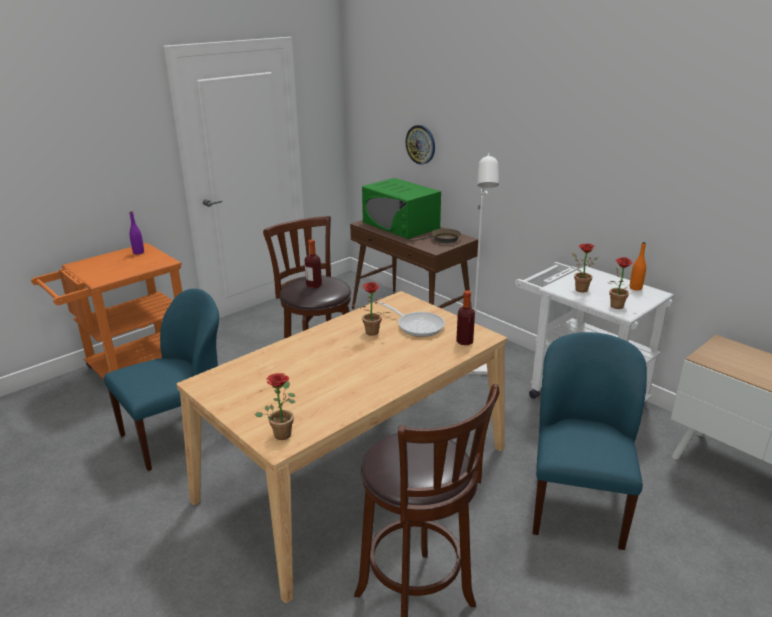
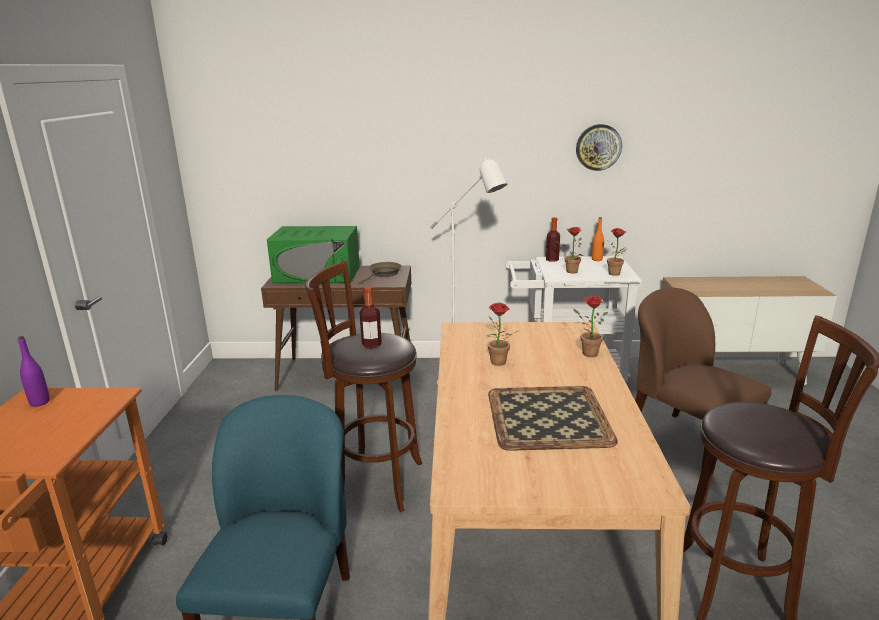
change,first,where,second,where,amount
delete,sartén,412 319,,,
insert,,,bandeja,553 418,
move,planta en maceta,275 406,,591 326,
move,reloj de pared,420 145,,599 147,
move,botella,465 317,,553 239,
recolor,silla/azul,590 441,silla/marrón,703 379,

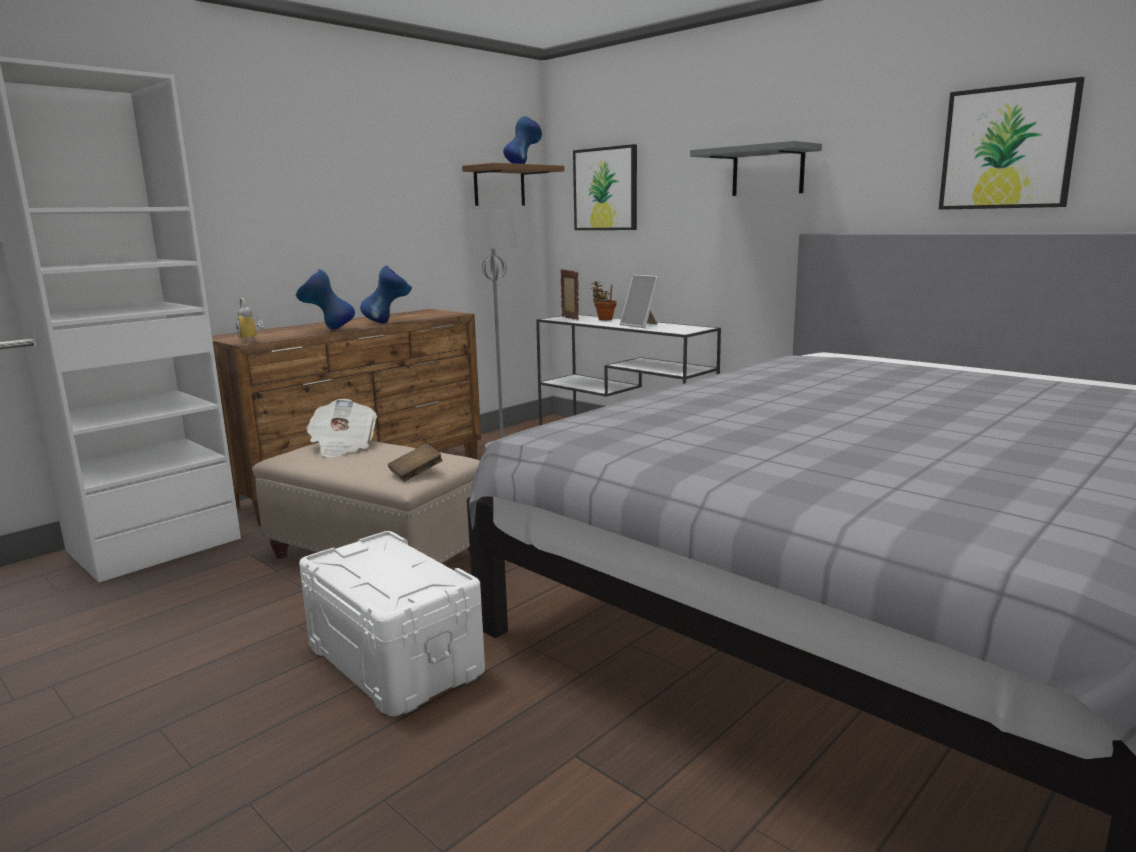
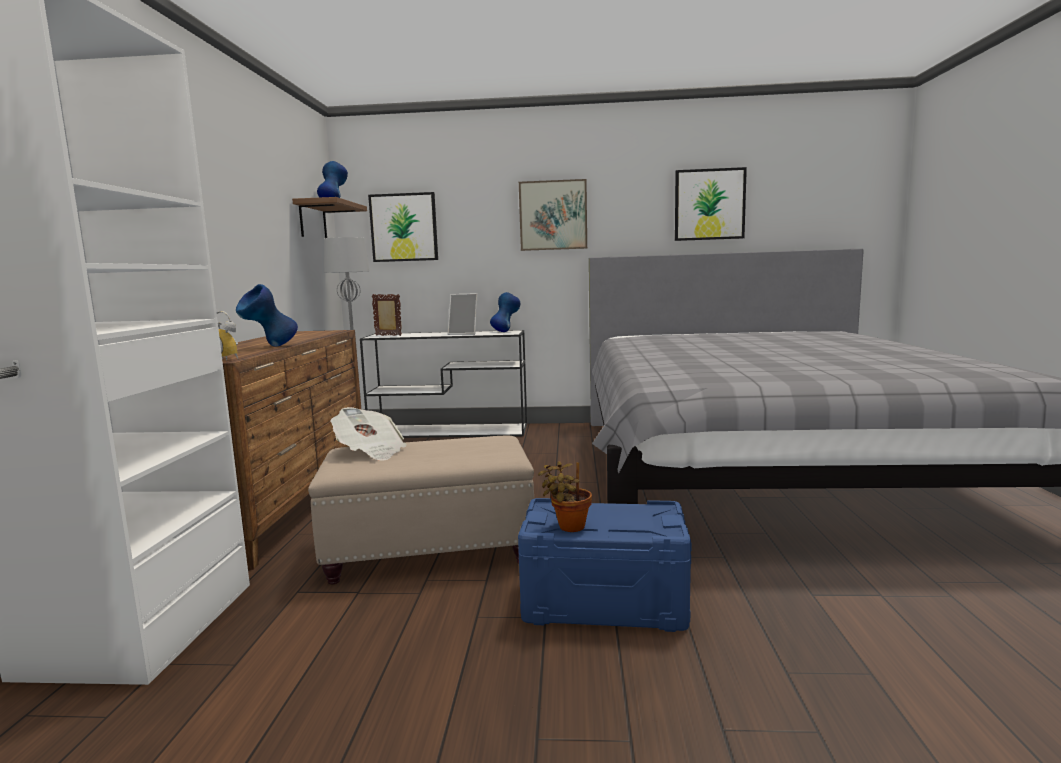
change,first,where,second,where,amount
delete,libro/marrón,415 462,,,
move,florero/azul,386 294,,505 312,
move,planta en maceta,604 300,,565 496,
replace,estante/gris,756 168,cuadro,553 215,
recolor,caja de almacenaje/blanco,392 623,caja de almacenaje/azul,605 565,

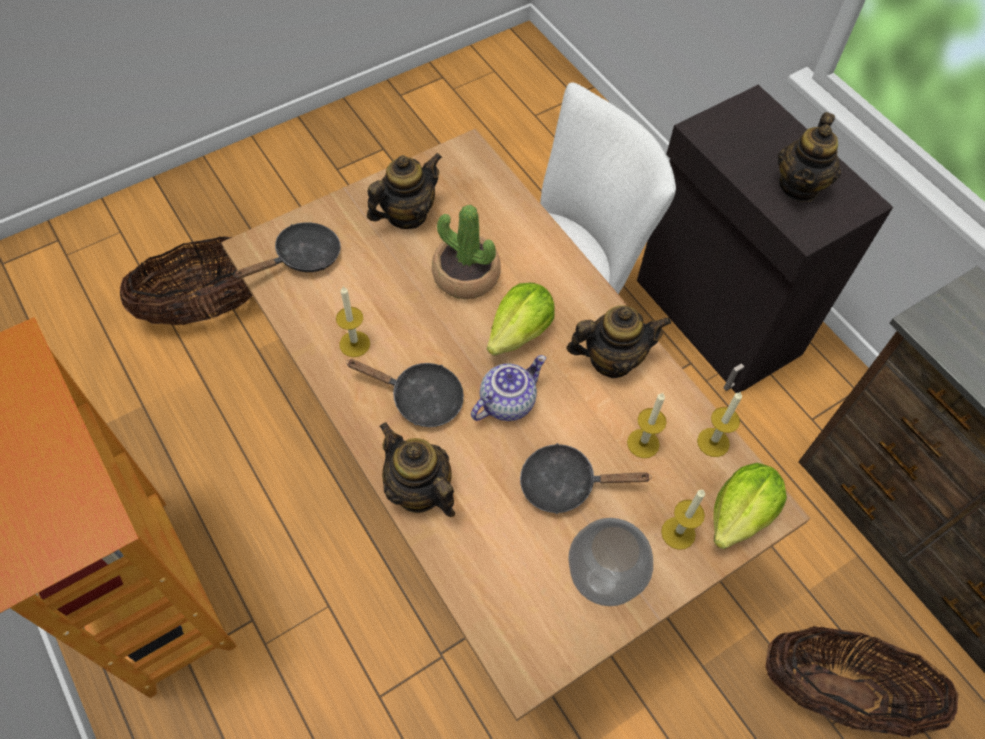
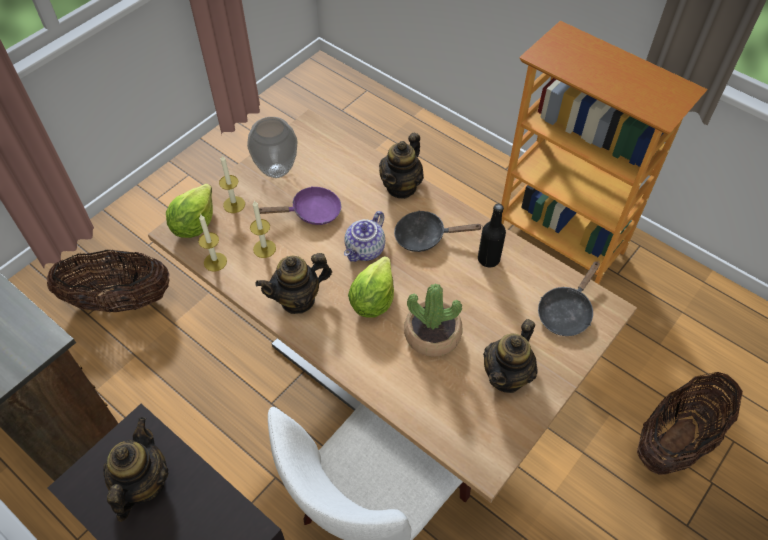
change,first,where,second,where,amount
replace,vela,353 321,botella/negro,492 236,
recolor,sartén/negro,586 478,sartén/morado,300 205,
rotate,tetera,417 469,,401 166,90 degrees clockwise

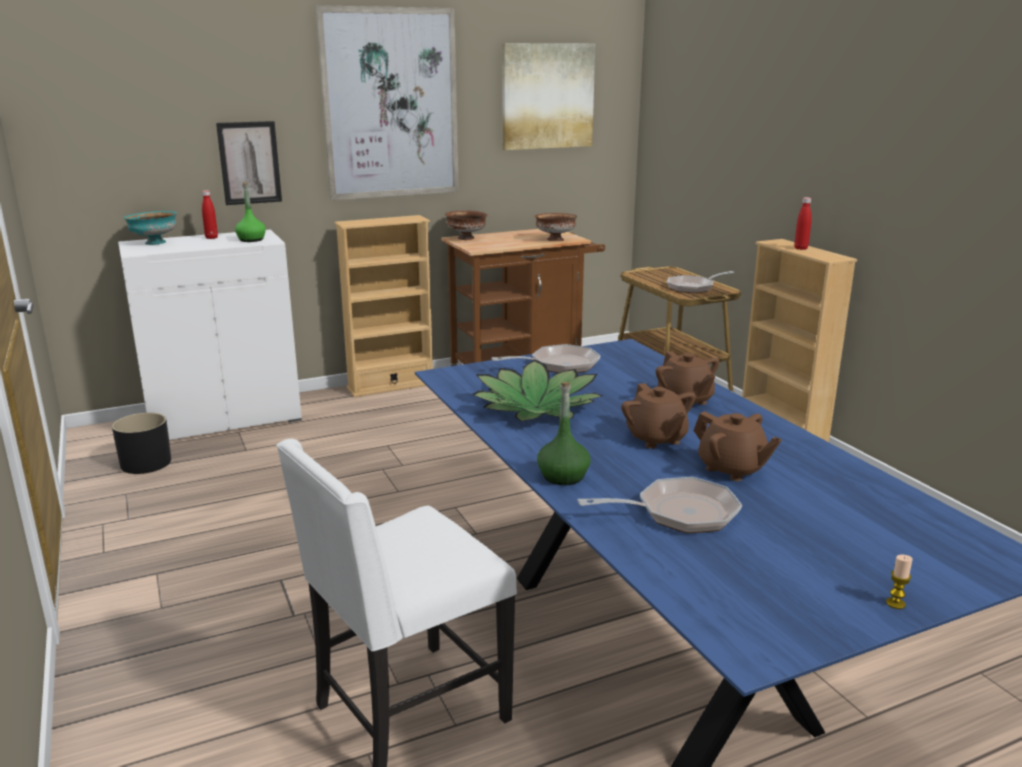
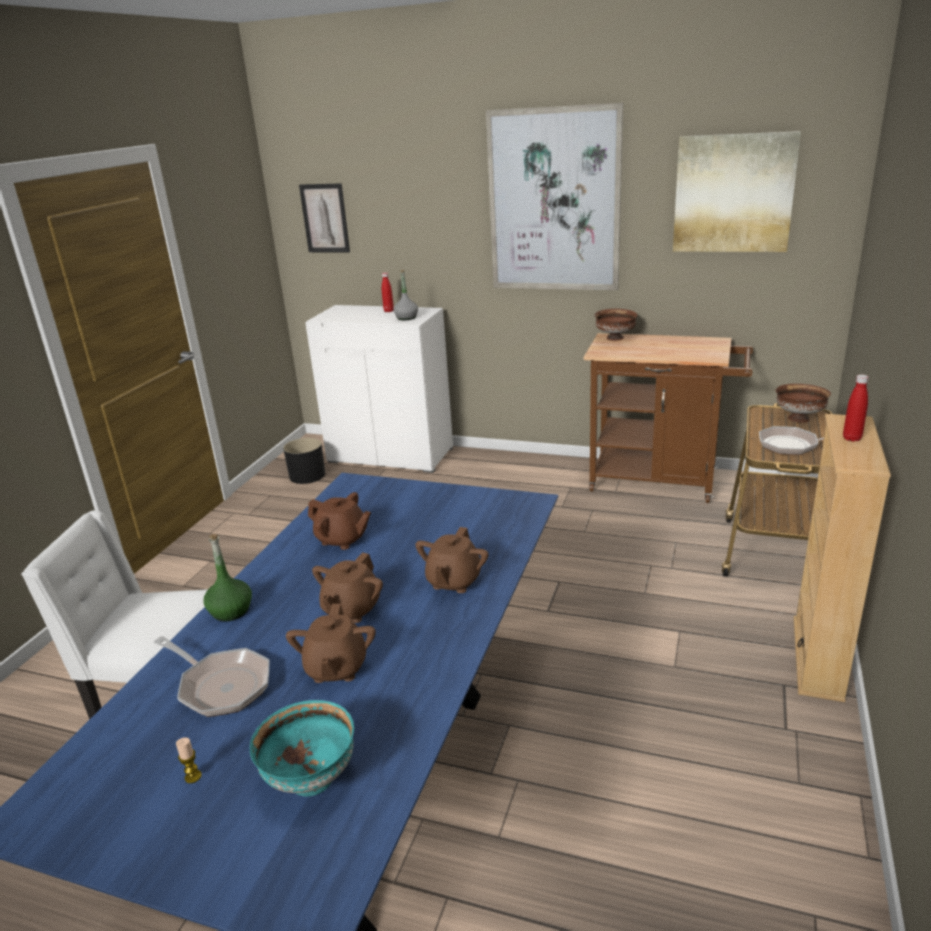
change,first,where,second,where,amount
delete,estantería/beis,383 306,,,
delete,sartén,545 358,,,
move,cuenco/turquesa,150 228,,302 748,
move,cuadro,249 163,,324 218,
move,cuenco/marrón,556 227,,803 403,
move,vela,899 582,,189 760,
replace,planta en maceta,537 390,tetera/marrón,339 521,
recolor,botella/verde,250 212,botella/gris,406 295,

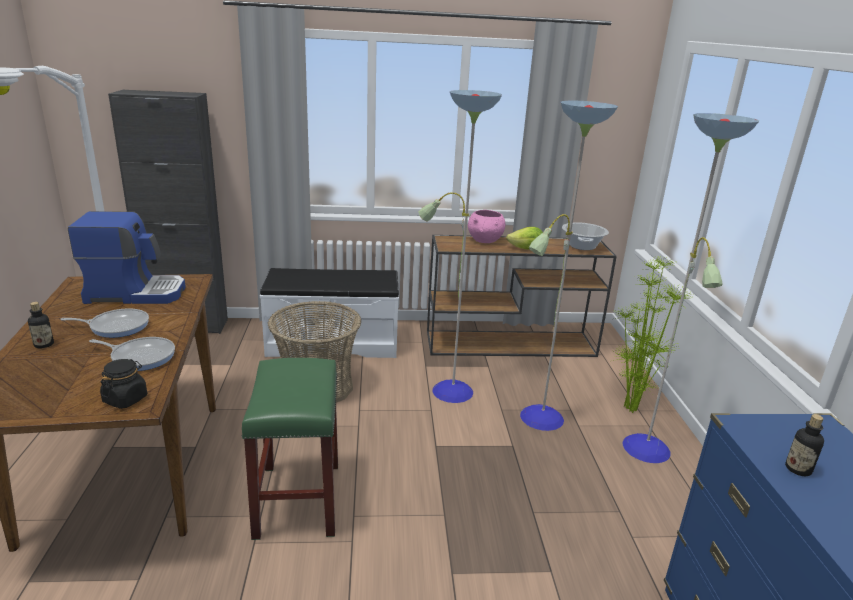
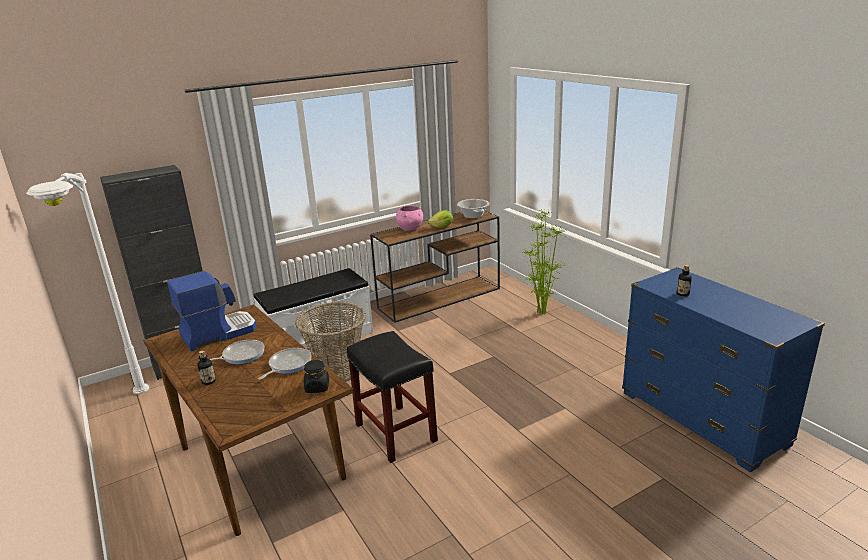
change,first,where,second,where,amount
delete,lámpara de pie,588 276,,,
recolor,taburete/verde,290 449,taburete/negro,392 397,
rotate,sartén,132 354,,285 364,45 degrees counterclockwise

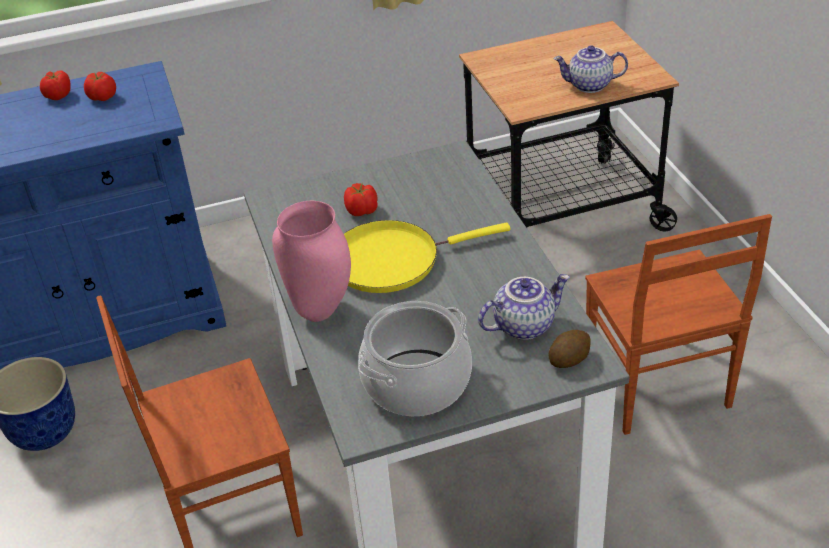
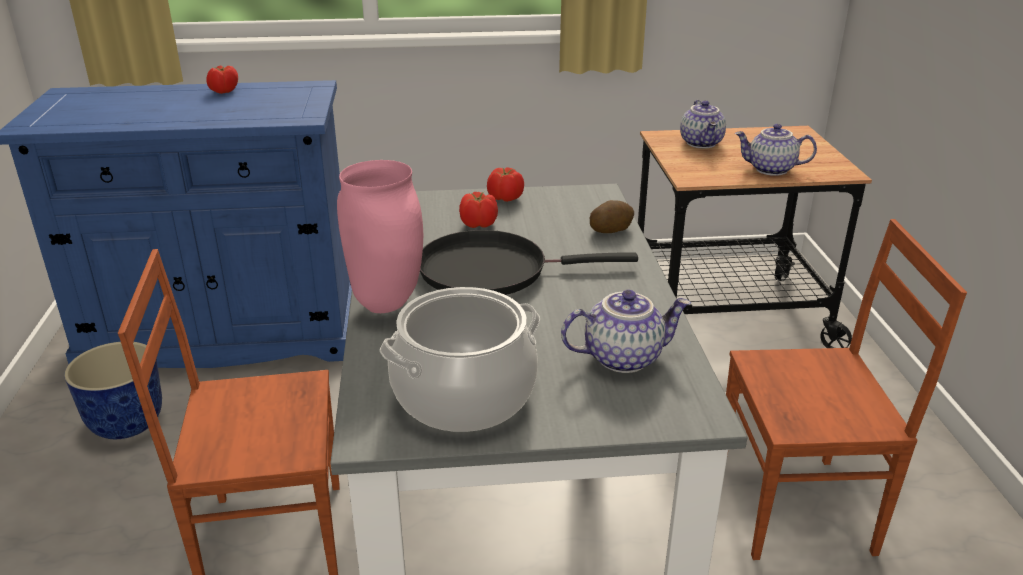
change,first,where,second,where,amount
insert,,,tetera,703 124,
move,tomate,100 86,,505 184,
move,patata,569 349,,612 216,
recolor,sartén/amarillo,427 256,sartén/negro,529 262,
rotate,silla/marrón,678 324,,846 389,90 degrees counterclockwise

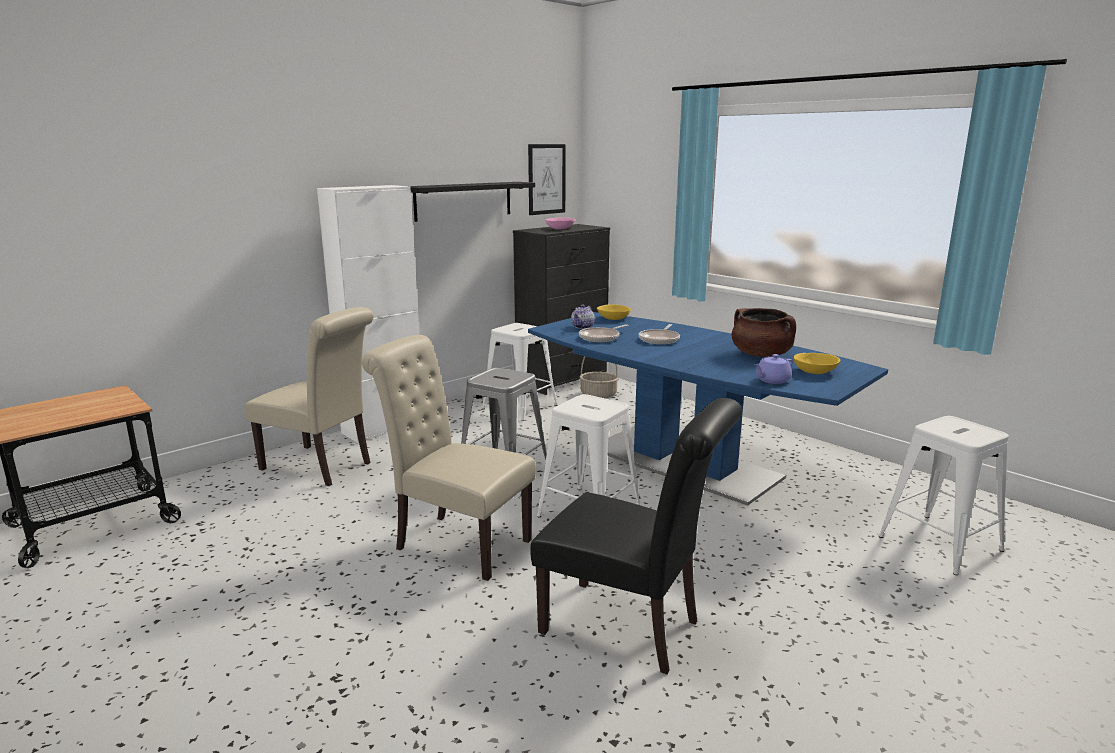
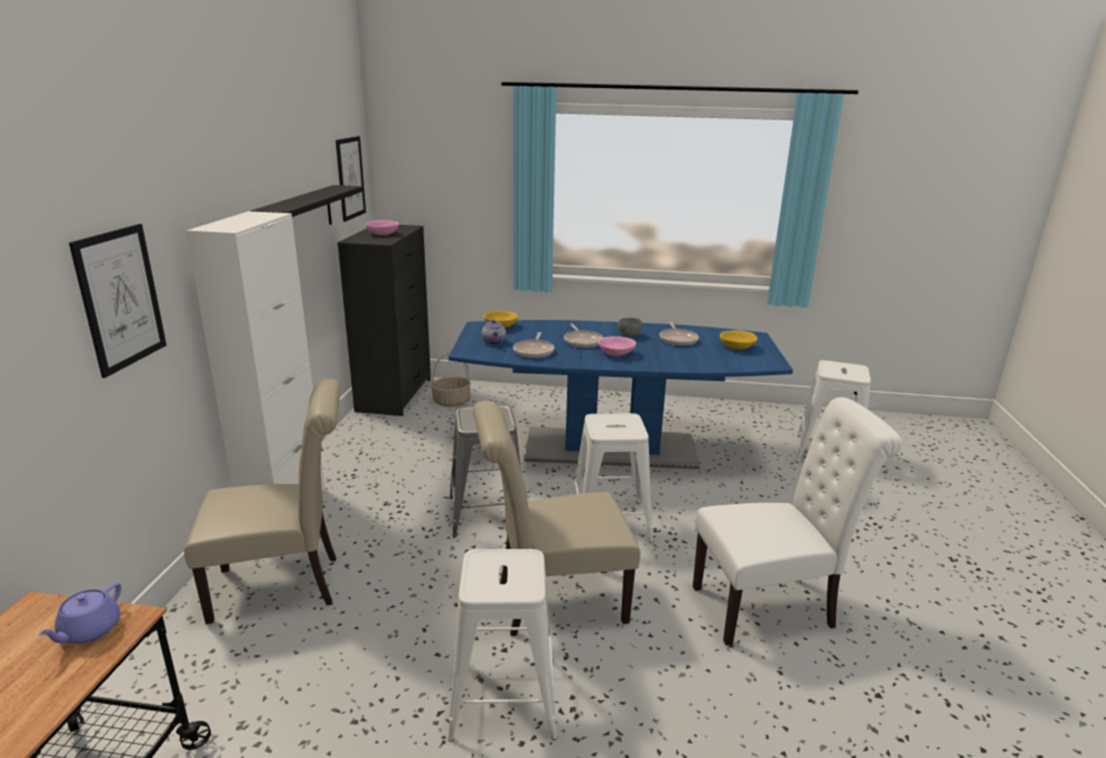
change,first,where,second,where,amount
insert,,,cuadro,118 301,
insert,,,cuenco/rosa,617 346,
insert,,,cuenco/gris,630 327,
move,taburete/blanco,519 372,,502 645,
move,tetera/morado,773 369,,79 613,
replace,olla/marrón,764 332,sartén,679 334,
recolor,silla/negro,636 536,silla/blanco,798 521,

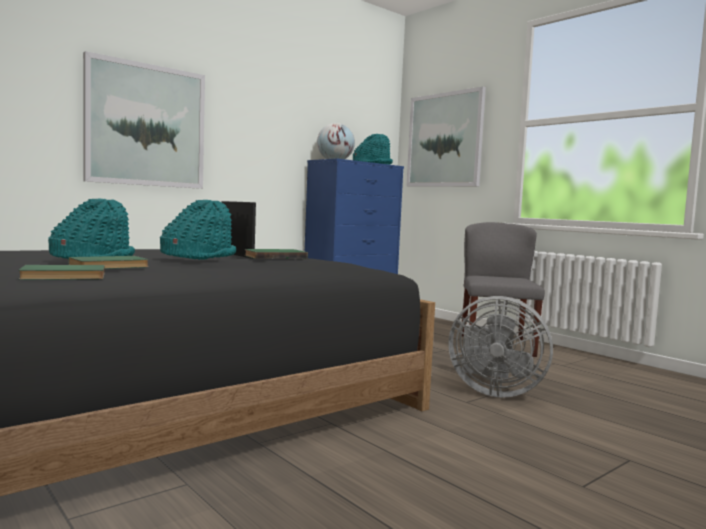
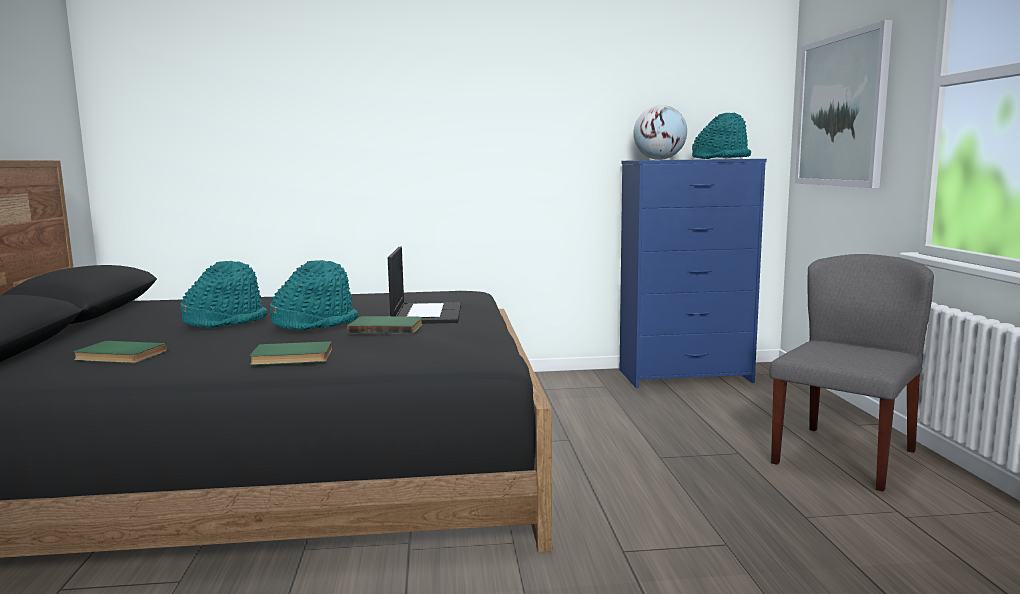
change,first,where,second,where,amount
delete,cuadro,144 120,,,
delete,ventilador/gris,500 347,,,
move,libro/verde,108 262,,290 353,

